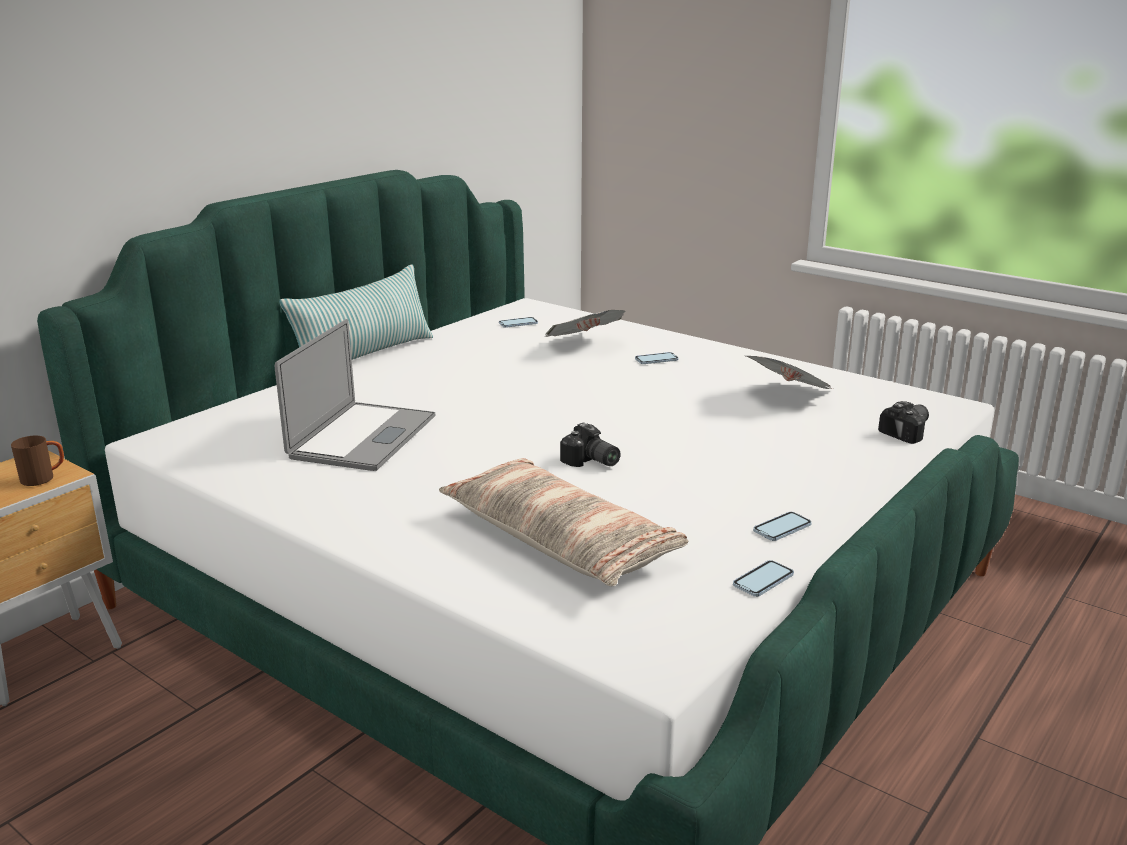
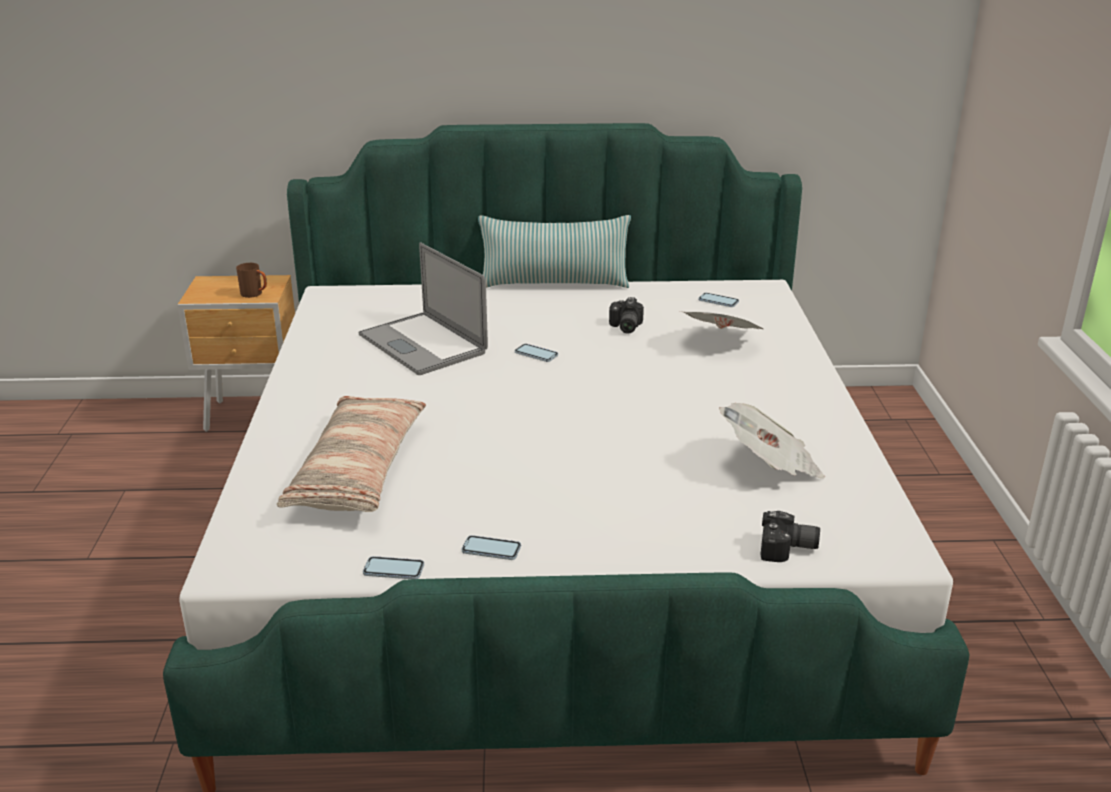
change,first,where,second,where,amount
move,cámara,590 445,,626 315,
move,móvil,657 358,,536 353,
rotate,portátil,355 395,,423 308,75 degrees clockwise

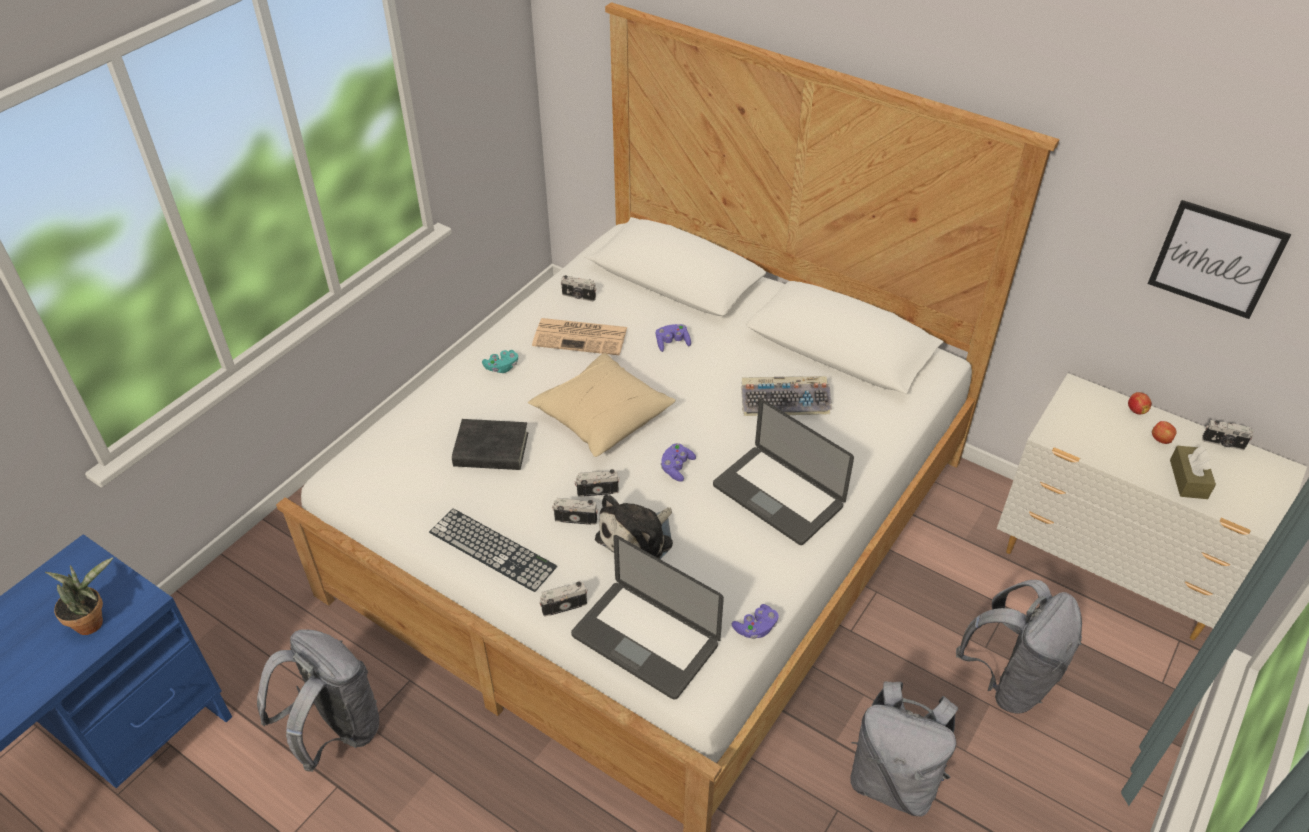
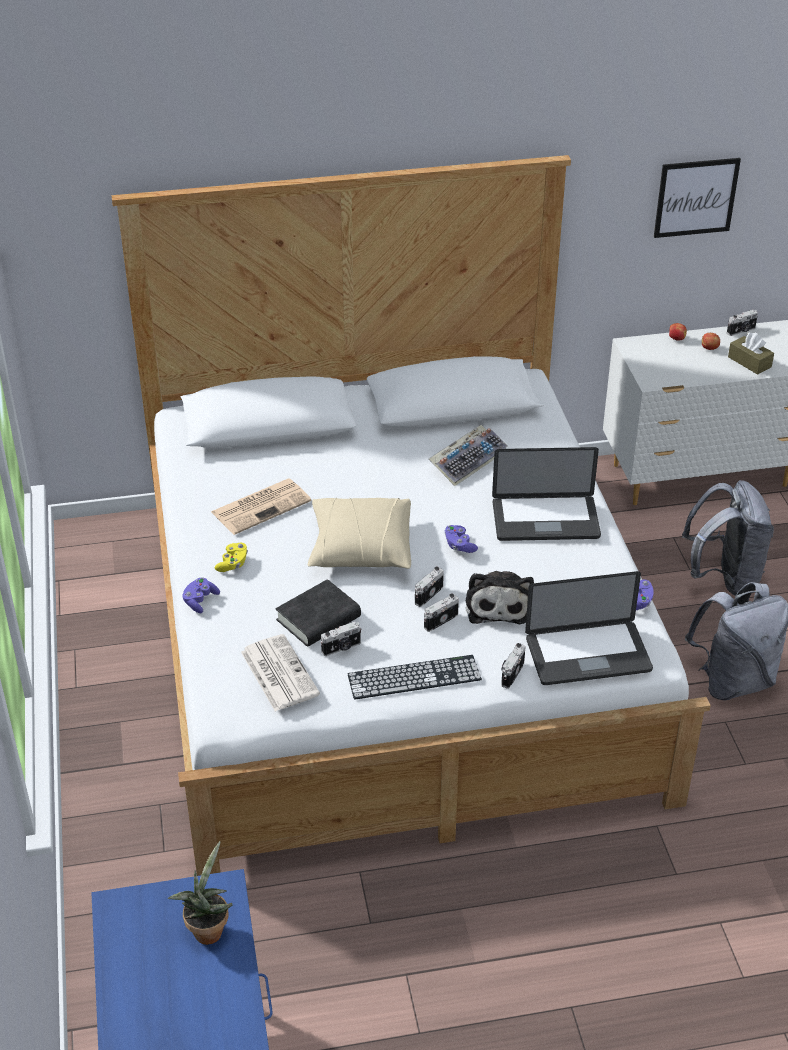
change,first,where,second,where,amount
delete,mochila/gris,318 700,,,
insert,,,periódico,280 672,
move,cámara,578 288,,340 639,
move,mando de consola/morado,673 338,,201 595,
recolor,mando de consola/turquesa,500 361,mando de consola/amarillo,231 557,

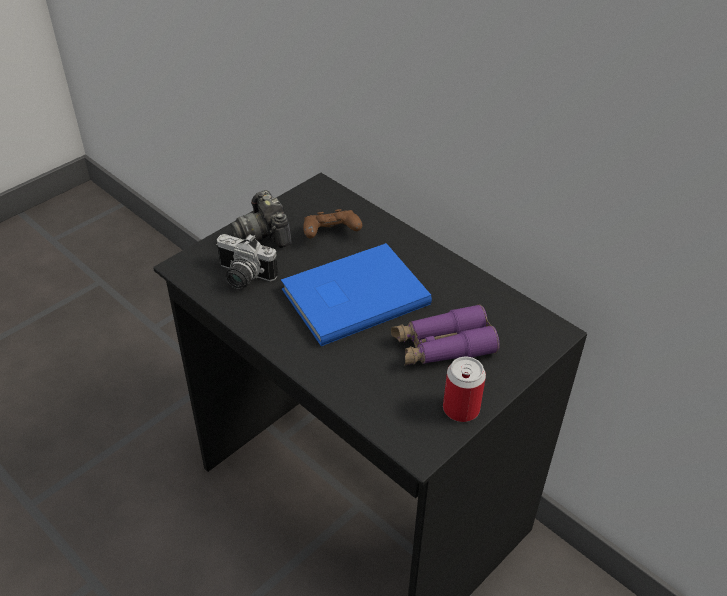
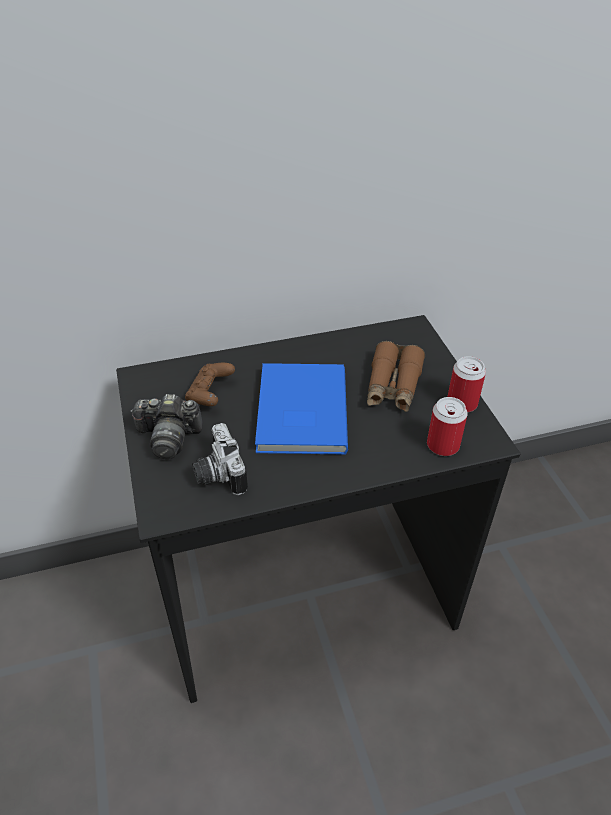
change,first,where,second,where,amount
insert,,,lata,447 426,
recolor,prismáticos/morado,445 335,prismáticos/marrón,396 376,
rotate,cámara,247 261,,220 459,105 degrees clockwise

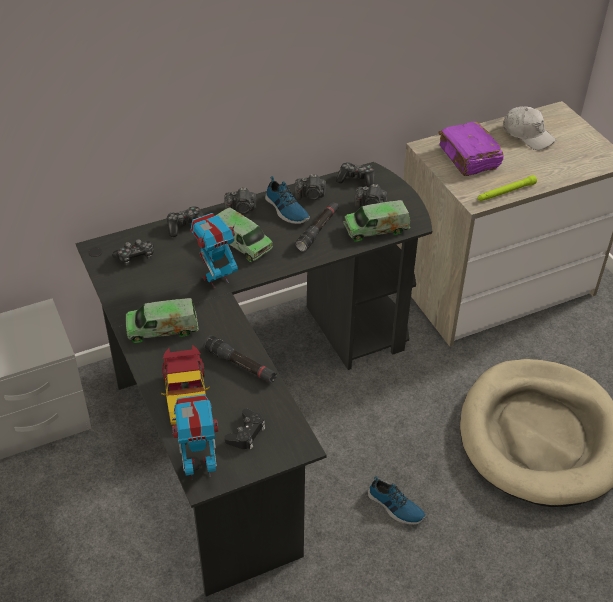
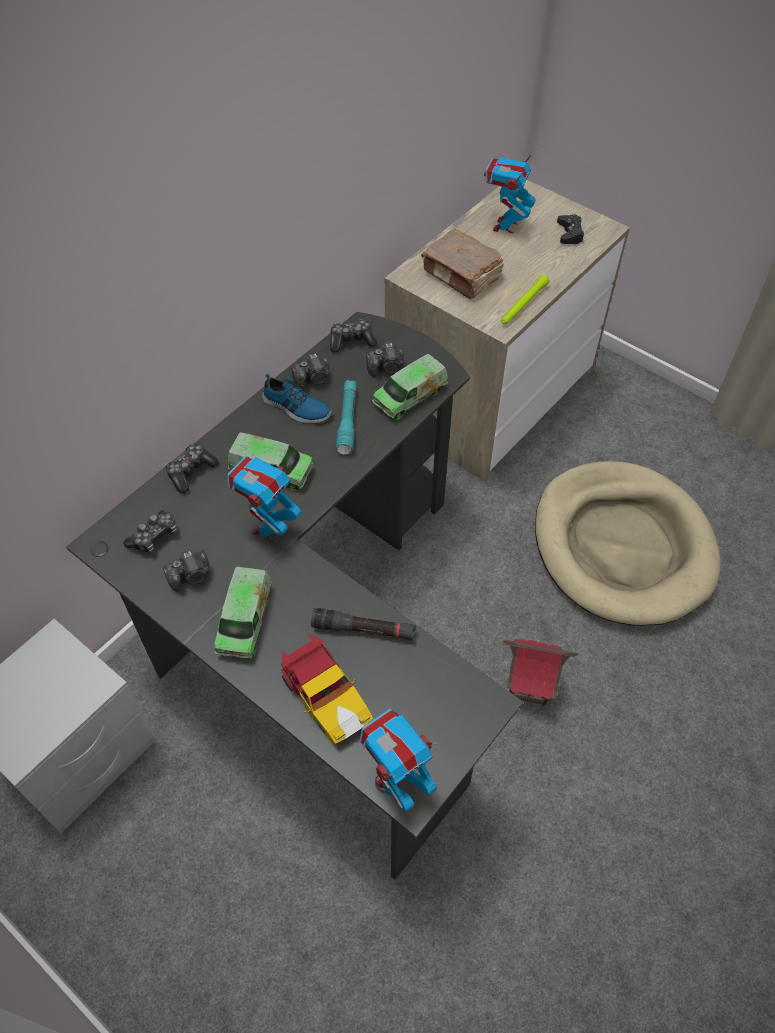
change,first,where,second,where,amount
move,cámara,240 201,,186 570,
move,mando de consola/negro,244 429,,570 229,
replace,zapato,397 500,casita,541 672,
replace,gorra/blanco,530 128,robot de juguete,510 191,
recolor,linterna/negro,317 226,linterna/turquesa,346 417,
recolor,libro/morado,471 148,libro/marrón,462 264,
rotate,camión de juguete,162 320,,243 612,45 degrees counterclockwise

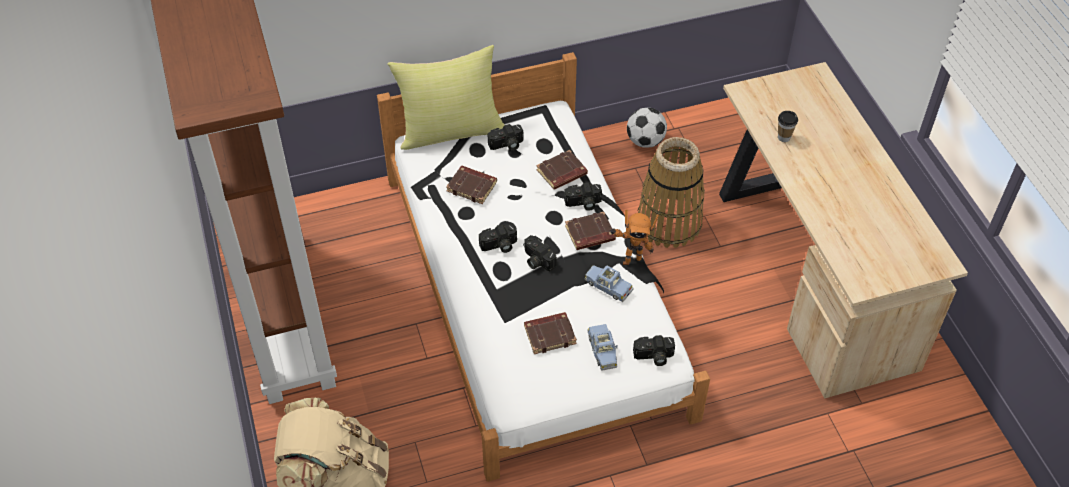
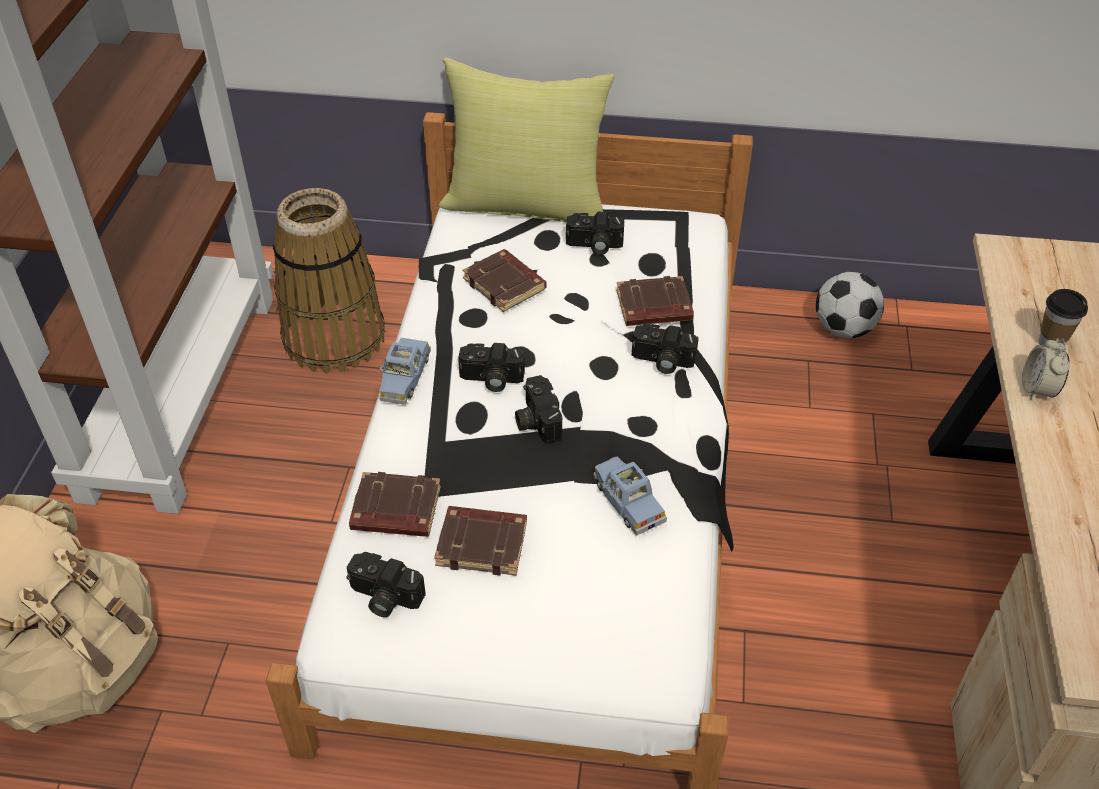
change,first,where,second,where,amount
delete,robot de juguete,634 237,,,
insert,,,despertador,1046 369,
move,libro/marrón,590 231,,395 504,
move,coche de juguete/azul,603 347,,405 371,
move,cámara,654 350,,386 584,
move,cesta,671 192,,329 280,

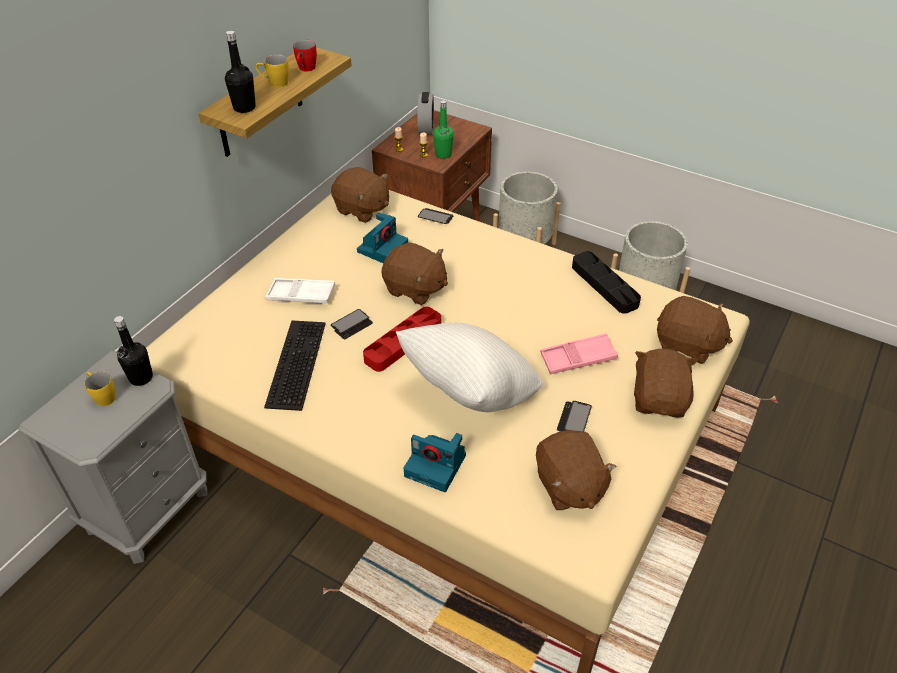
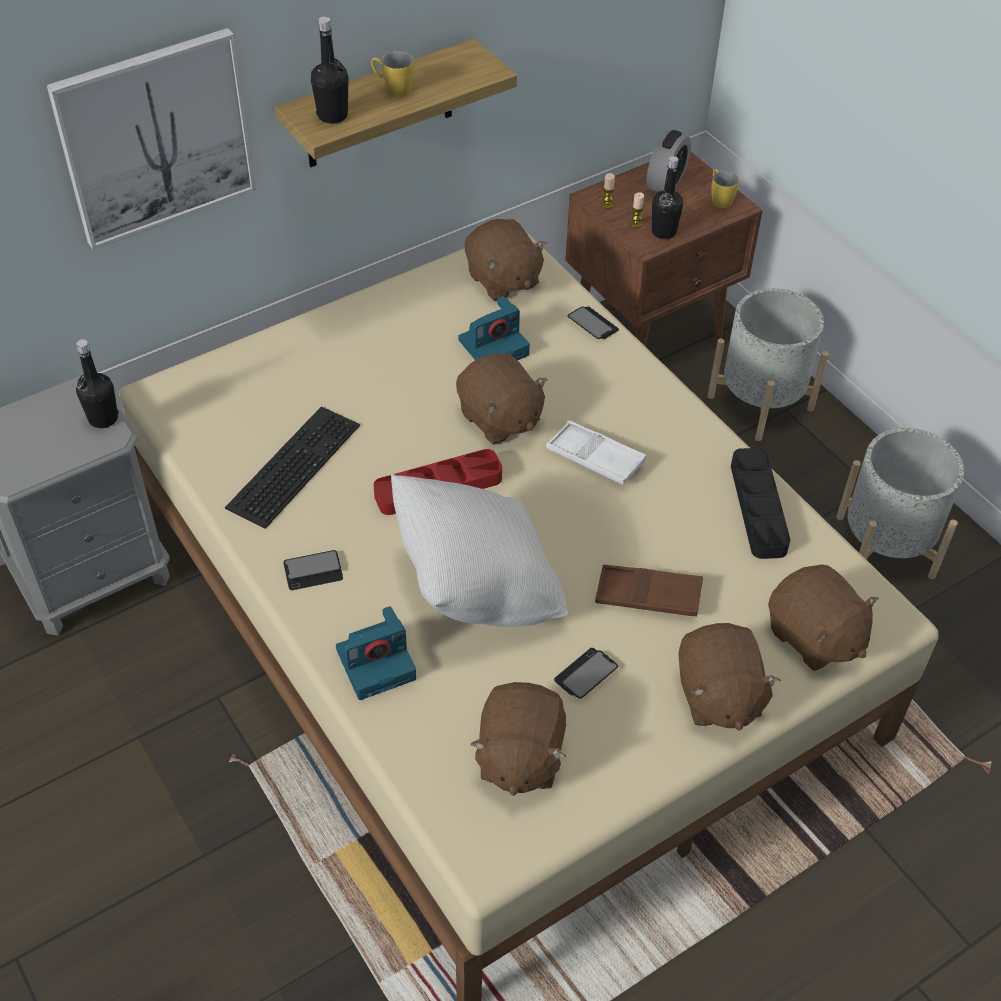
change,first,where,second,where,amount
delete,taza grande/rojo,305 55,,,
insert,,,cuadro,151 139,
move,taza grande/amarillo,100 388,,725 188,
move,bandeja/blanco,300 291,,596 453,
move,móvil,352 324,,313 570,
recolor,botella/verde,443 129,botella/negro,667 197,
recolor,bandeja/rosa,579 353,bandeja/marrón,649 591,
rotate,cámara,435 462,,376 653,75 degrees counterclockwise
rotate,peluche/marrón,666 383,,729 677,135 degrees clockwise

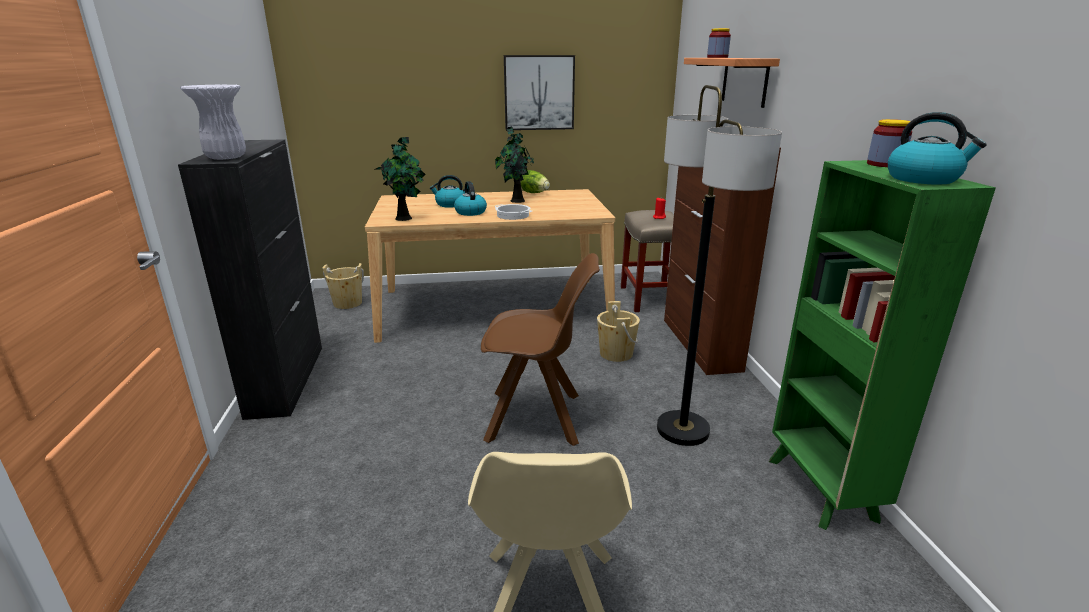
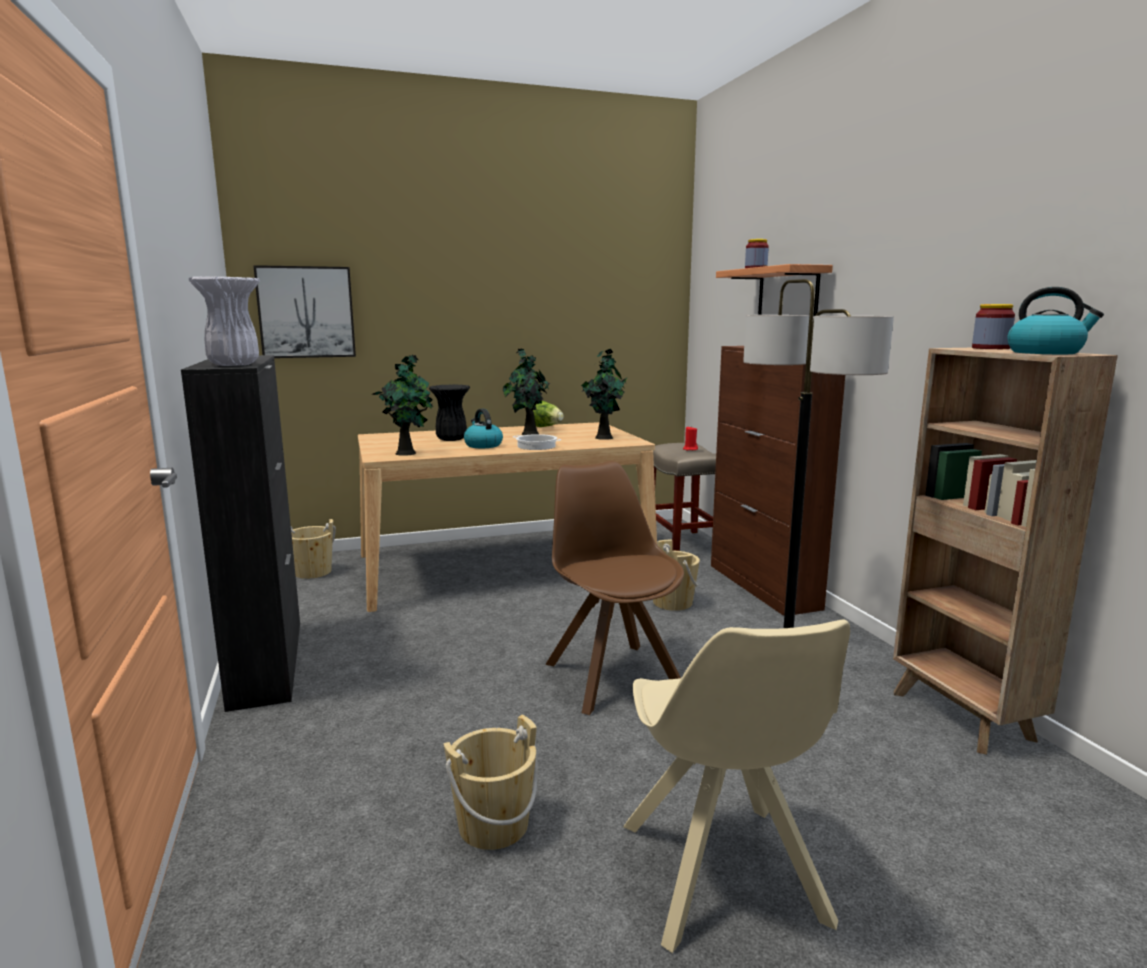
change,first,where,second,where,amount
insert,,,cubo/beis,491 782,
insert,,,planta en maceta,604 394,
move,cuadro,539 92,,304 311,
replace,hervidor,447 191,florero/negro,449 412,
recolor,estantería/verde,882 345,estantería/marrón,1005 551,
rotate,silla/marrón,540 349,,614 588,105 degrees counterclockwise

